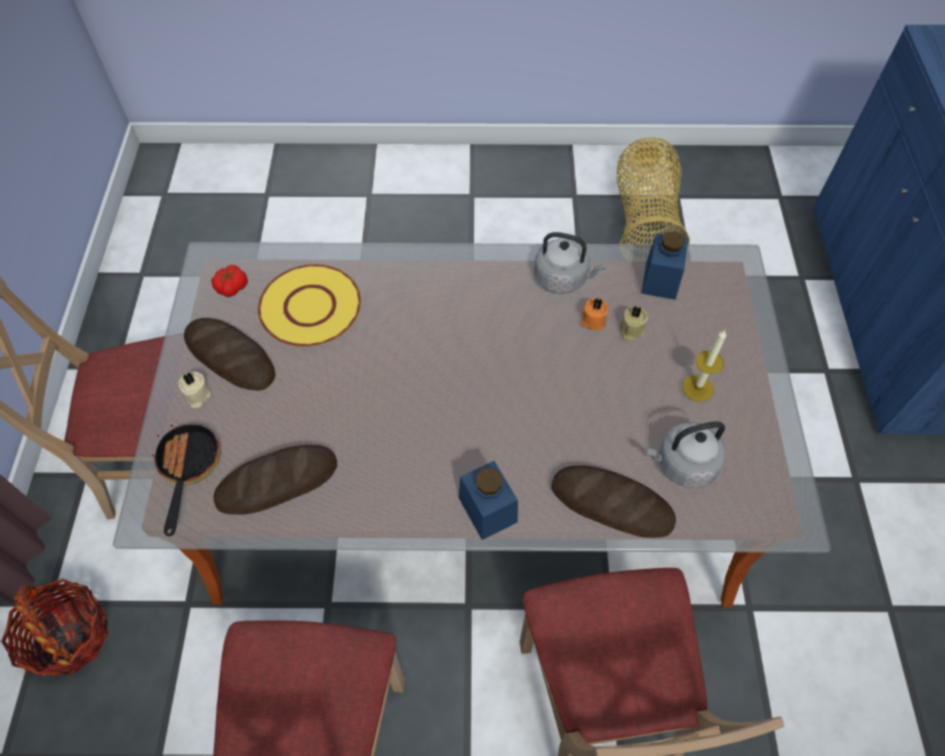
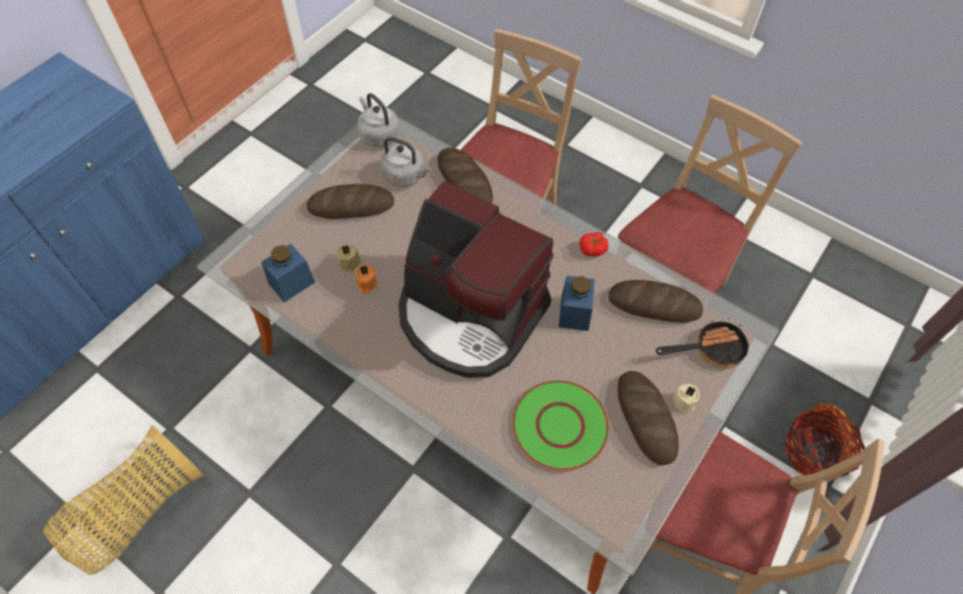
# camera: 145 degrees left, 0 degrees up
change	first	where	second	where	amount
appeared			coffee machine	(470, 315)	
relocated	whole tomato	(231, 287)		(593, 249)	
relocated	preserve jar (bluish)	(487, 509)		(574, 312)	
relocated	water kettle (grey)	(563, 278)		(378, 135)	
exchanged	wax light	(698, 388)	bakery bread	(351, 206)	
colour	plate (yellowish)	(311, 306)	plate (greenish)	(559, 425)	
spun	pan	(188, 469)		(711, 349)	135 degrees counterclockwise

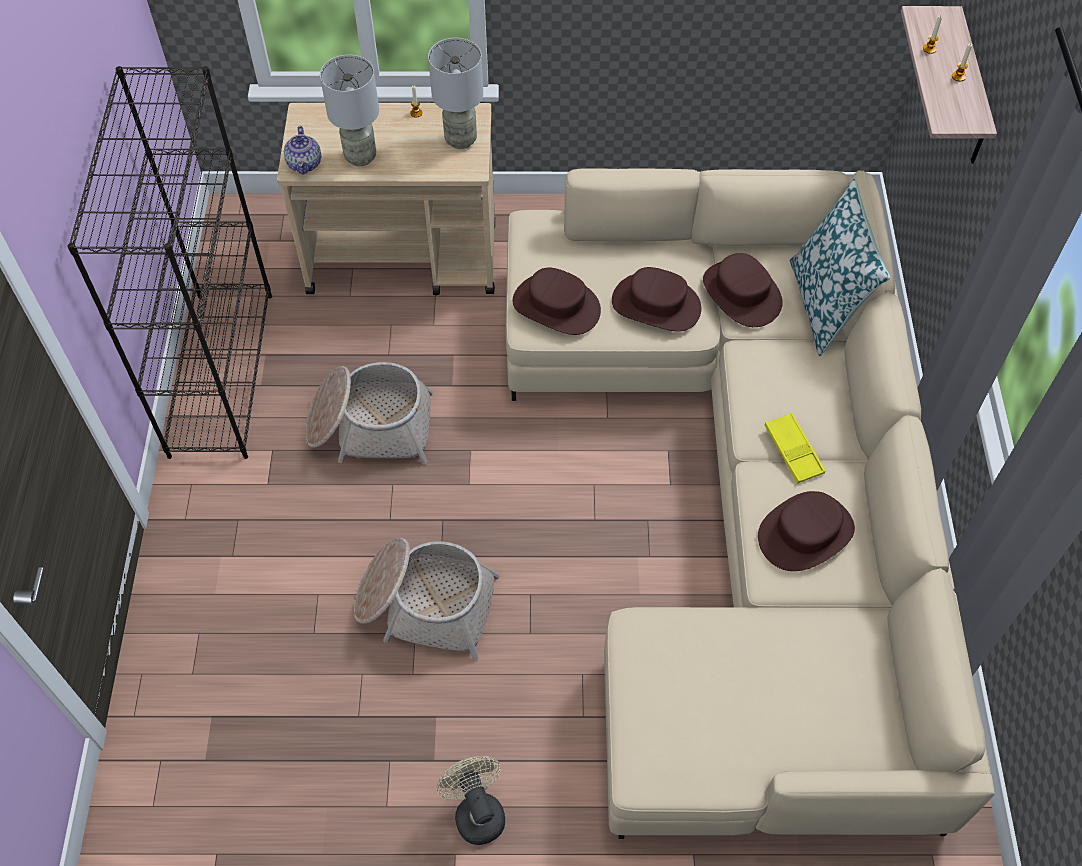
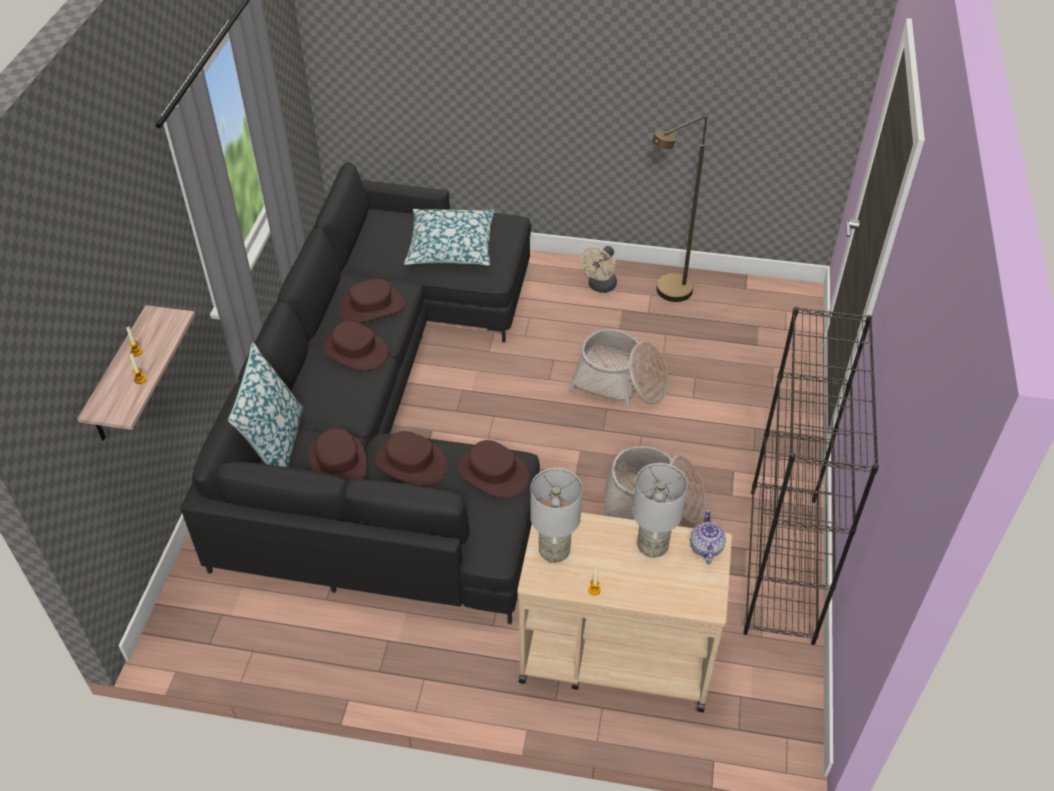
# camera: 170 degrees left, 10 degrees down
change	first	where	second	where	amount
appeared			throw pillow	(451, 247)	
appeared			standing lamp (brownish)	(667, 294)	
exchanged	tray (yellowish)	(793, 451)	clothing hat (brownish)	(355, 351)	
colour	couch (beige)	(739, 497)	couch (blackish)	(385, 416)	
spun	fan (beige)	(476, 811)		(600, 287)	45 degrees clockwise

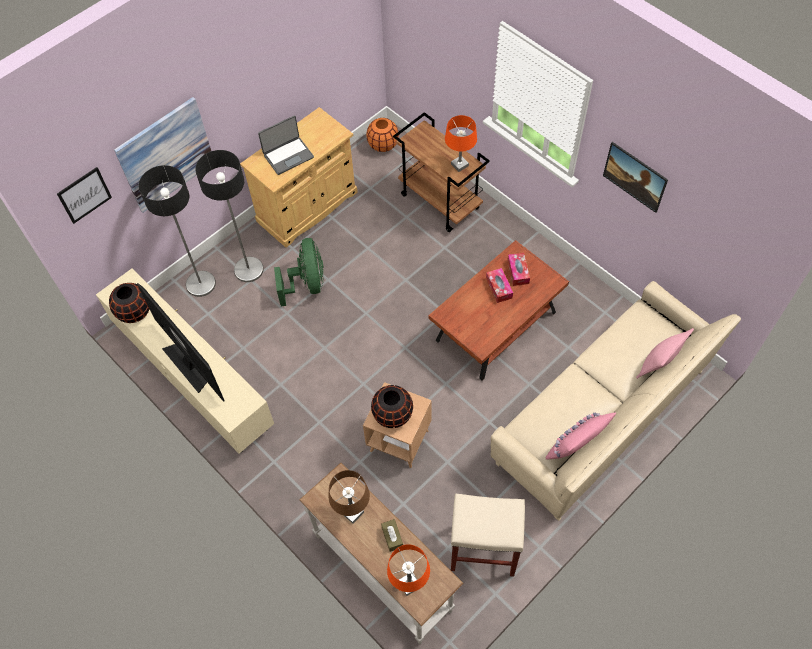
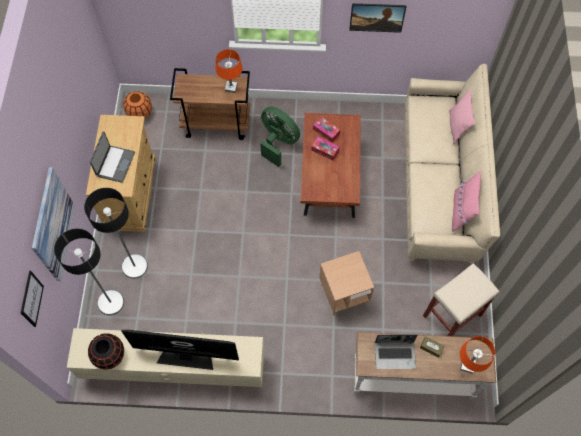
# camera: 45 degrees left, 5 degrees up
change	first	where	second	where	amount
missing	vase (blackish)	(392, 415)			
relocated	fan (greenish)	(307, 284)		(278, 142)	
exchanged	lamp for a table (brownish)	(353, 513)	portable computer	(395, 354)	

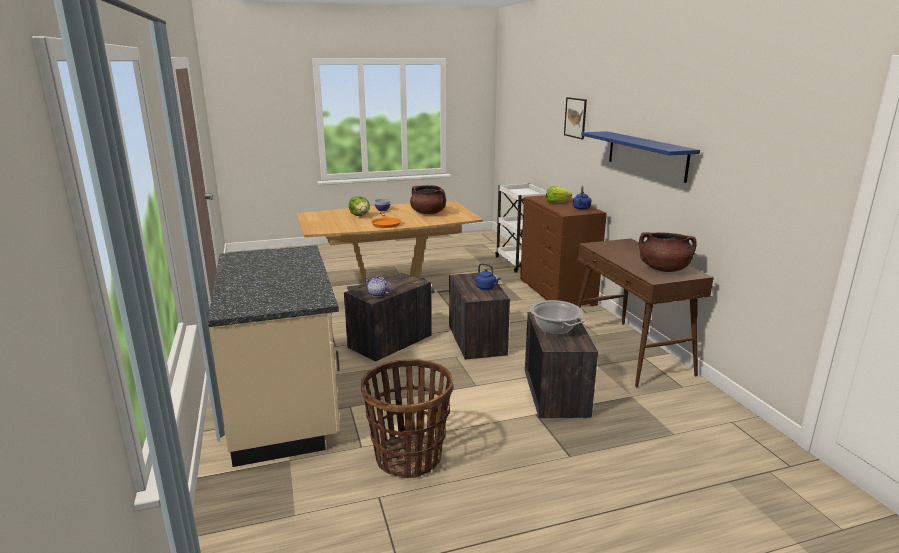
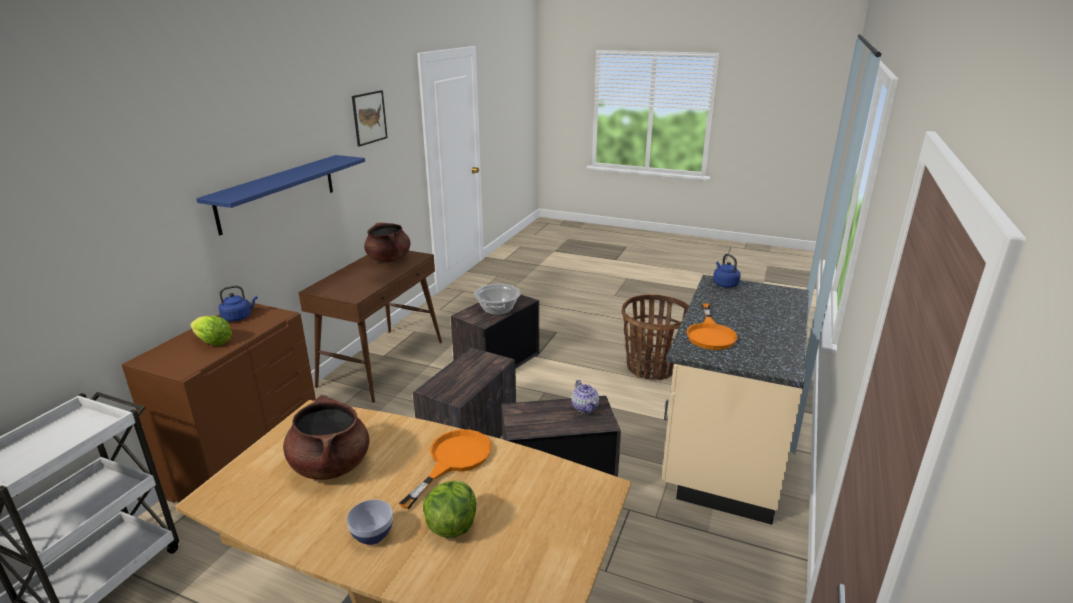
# camera: 140 degrees left, 5 degrees up
change	first	where	second	where	amount
appeared			pan (orange-coloured)	(710, 334)	
relocated	water kettle (bluish)	(486, 288)		(724, 284)	
relocated	wall picture	(575, 118)		(369, 117)	

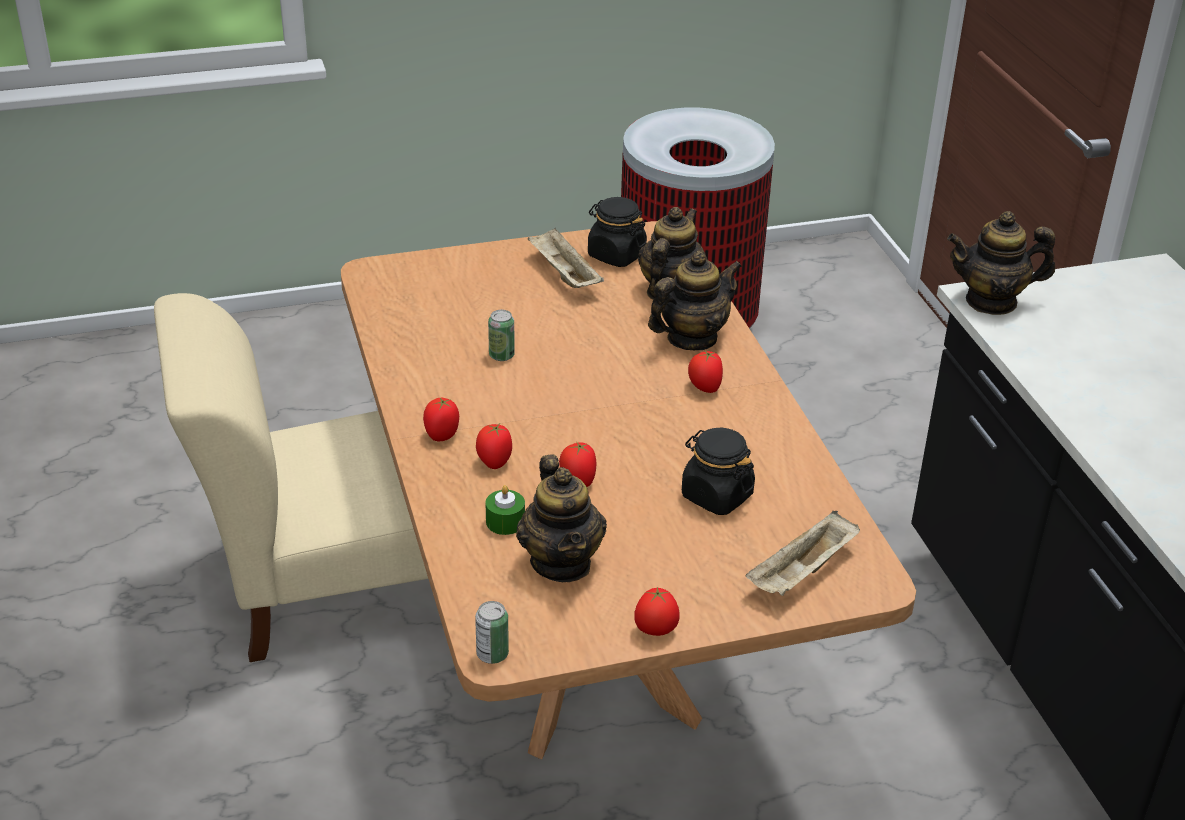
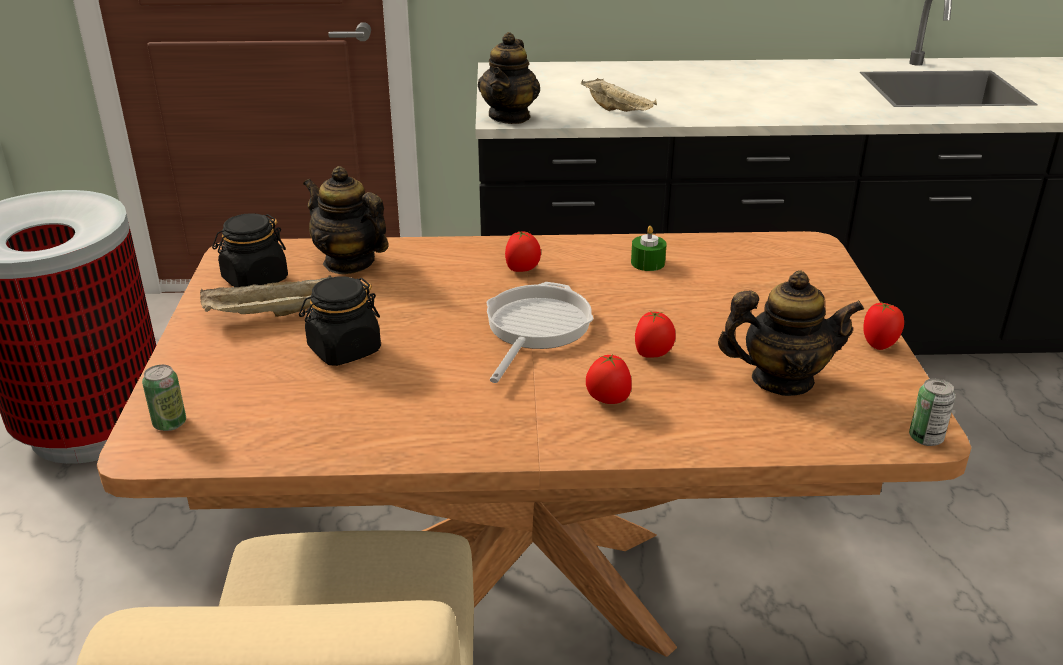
# camera: 75 degrees left, 5 degrees down
change	first	where	second	where	amount
missing	whole tomato	(442, 435)			
missing	tea pot	(691, 338)			
appeared			pan	(535, 328)	
relocated	wax light (greenish)	(505, 522)		(647, 263)	
relocated	sealed can	(501, 355)		(170, 423)	
relocated	preserve jar (blackish)	(716, 495)		(344, 350)	
relocated	tray (beige)	(802, 573)		(618, 111)	

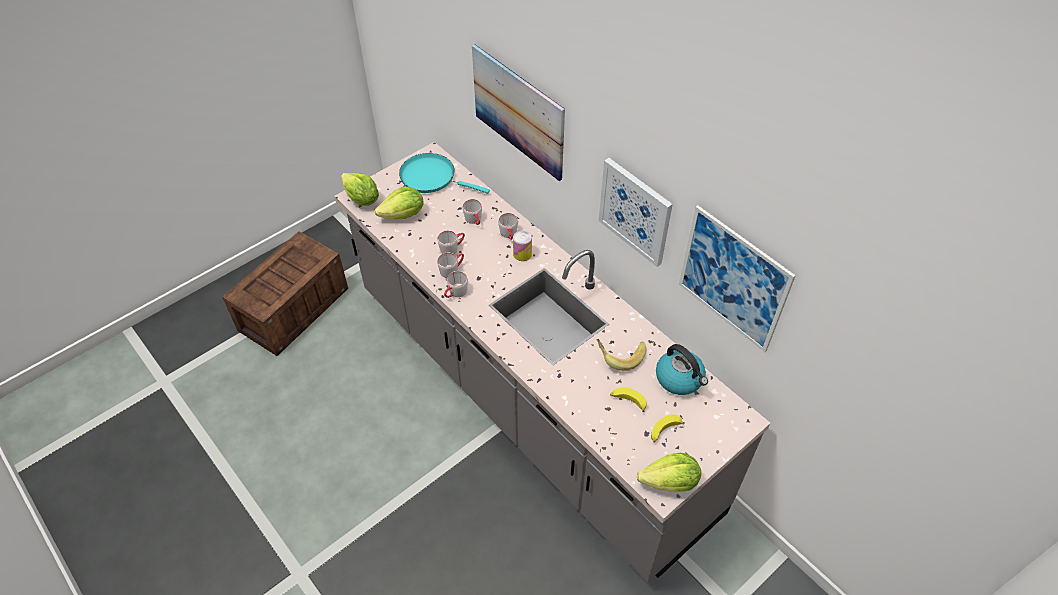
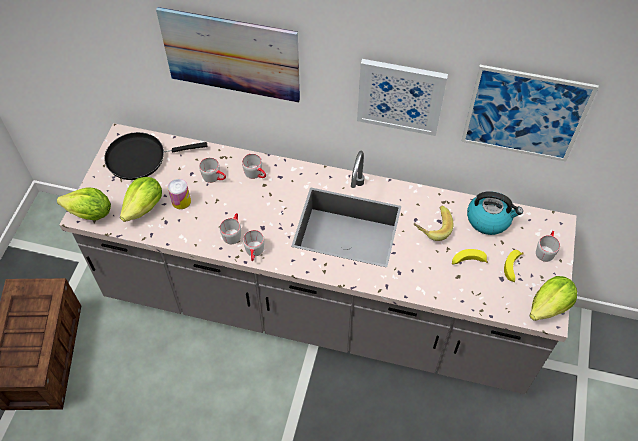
# camera: 35 degrees left, 5 degrees up
change	first	where	second	where	amount
relocated	coffee mug (grey)	(452, 247)		(545, 250)	
relocated	sealed can	(522, 254)		(181, 201)	
colour	pan (blue-green)	(432, 177)	pan (blackish)	(141, 158)	

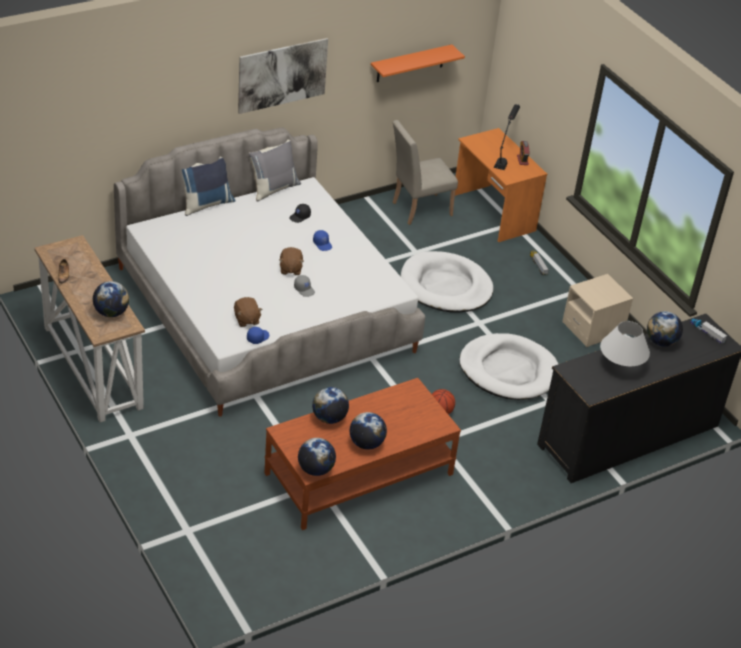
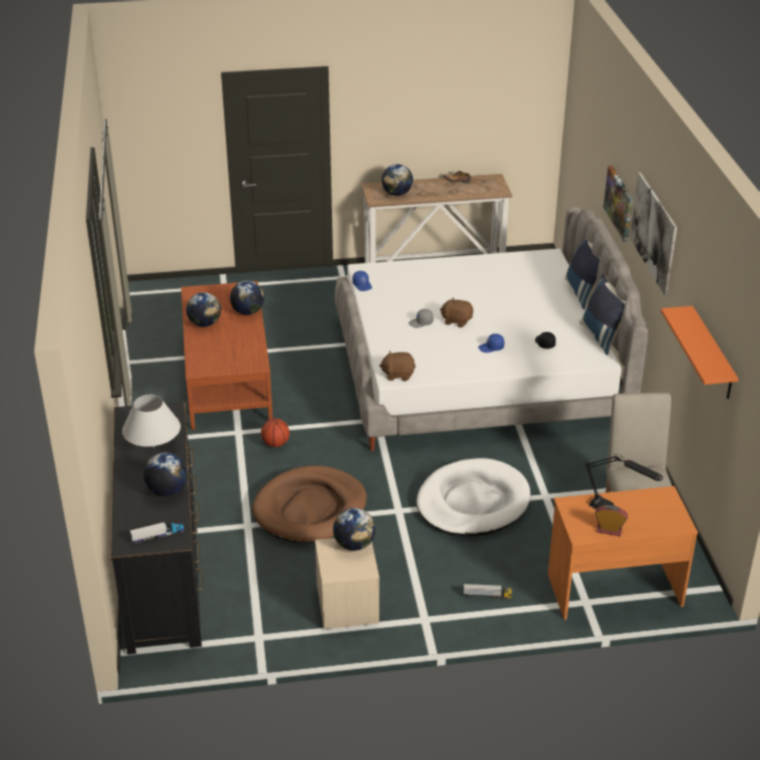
# camera: 115 degrees right, 5 degrees down
change	first	where	second	where	amount
appeared			wall picture	(619, 202)	
relocated	soft toy (brownish)	(246, 320)		(398, 374)	
relocated	world globe	(315, 469)		(354, 544)	
colour	throw pillow (grey)	(273, 188)	throw pillow (bluish)	(602, 336)	
colour	dog bed (white-coloured)	(508, 370)	dog bed (brownish)	(310, 509)	

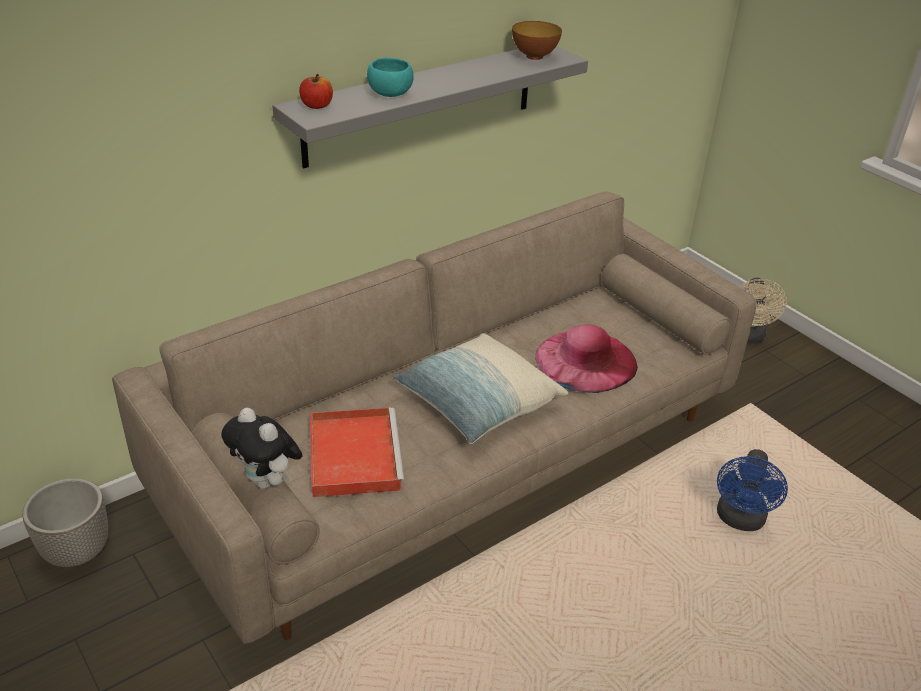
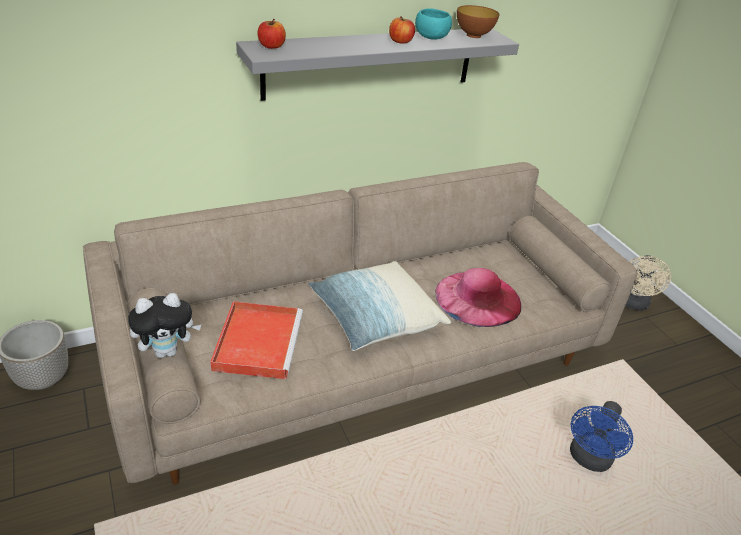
# camera: 10 degrees right, 0 degrees up
change	first	where	second	where	amount
appeared			whole apple	(400, 41)	
relocated	deep dish (blue-green)	(389, 94)		(430, 38)	
spun	soft toy	(267, 481)		(167, 351)	75 degrees counterclockwise

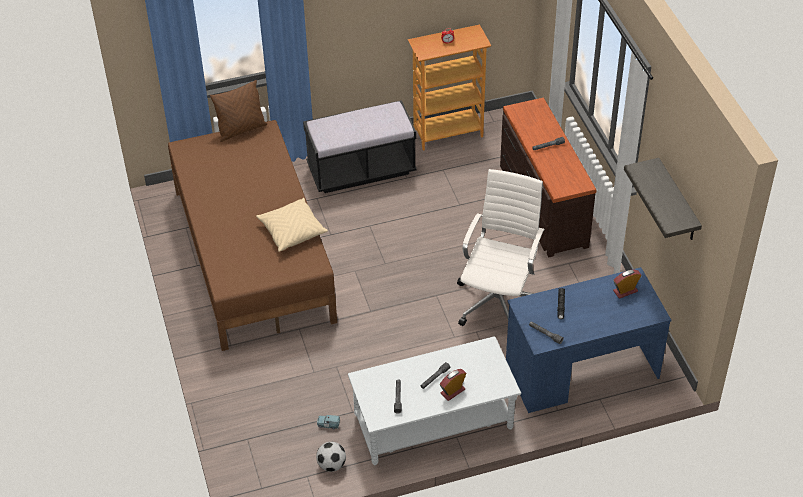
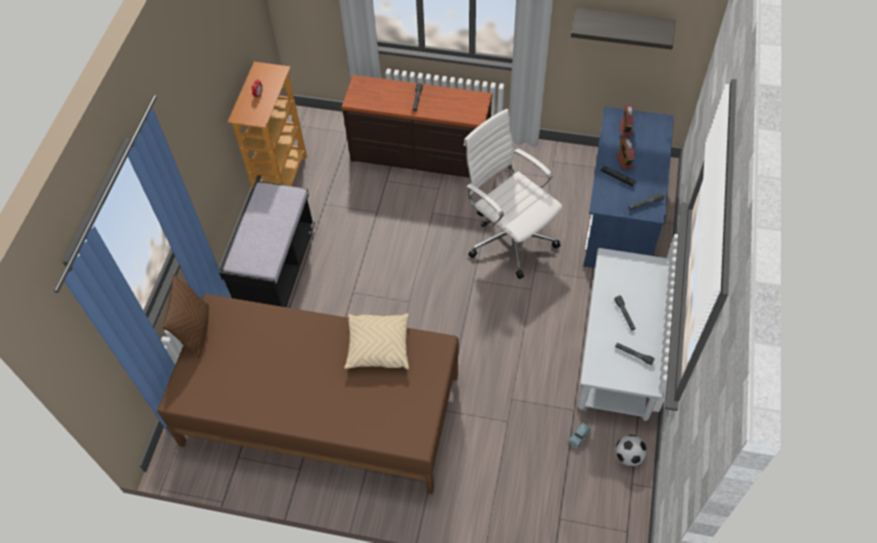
# camera: 60 degrees left, 10 degrees up
change	first	where	second	where	amount
relocated	alarm clock	(452, 391)		(624, 161)	

